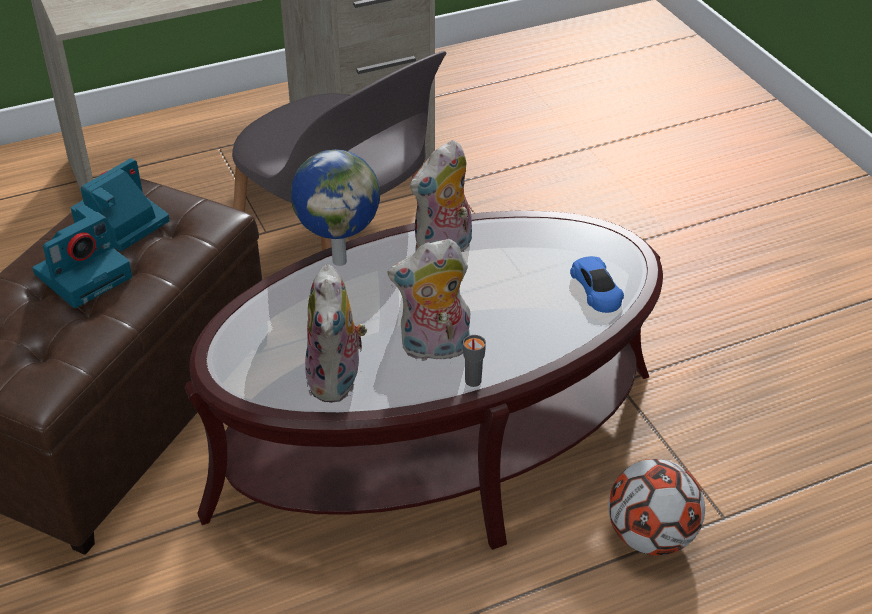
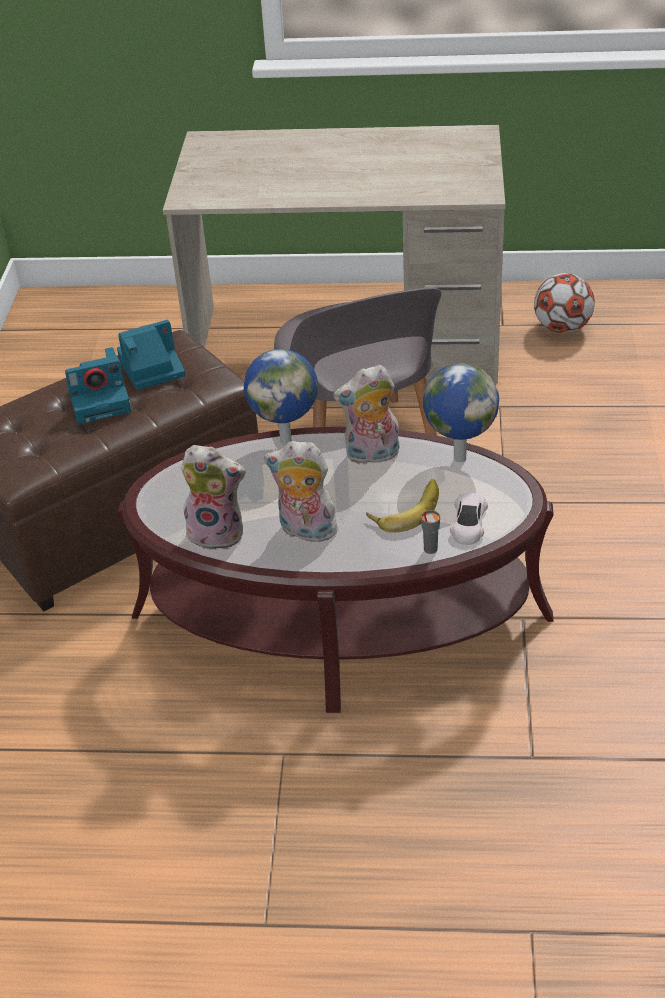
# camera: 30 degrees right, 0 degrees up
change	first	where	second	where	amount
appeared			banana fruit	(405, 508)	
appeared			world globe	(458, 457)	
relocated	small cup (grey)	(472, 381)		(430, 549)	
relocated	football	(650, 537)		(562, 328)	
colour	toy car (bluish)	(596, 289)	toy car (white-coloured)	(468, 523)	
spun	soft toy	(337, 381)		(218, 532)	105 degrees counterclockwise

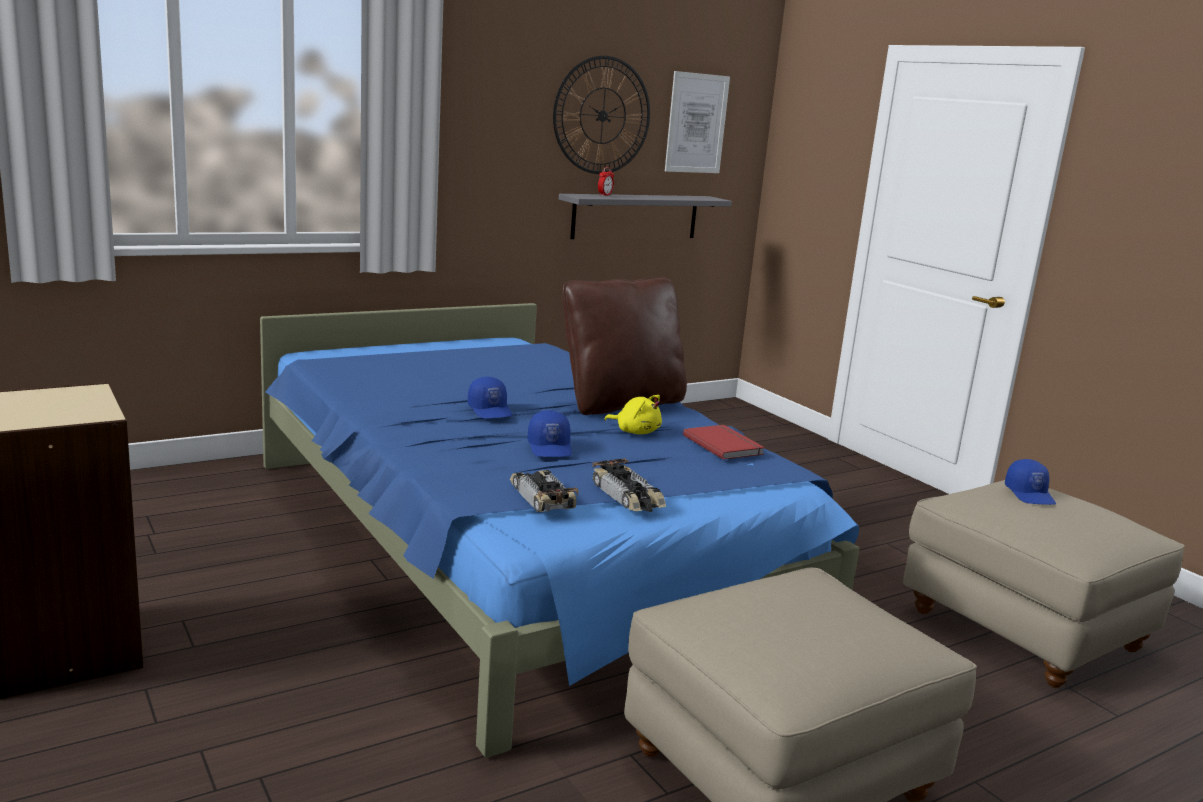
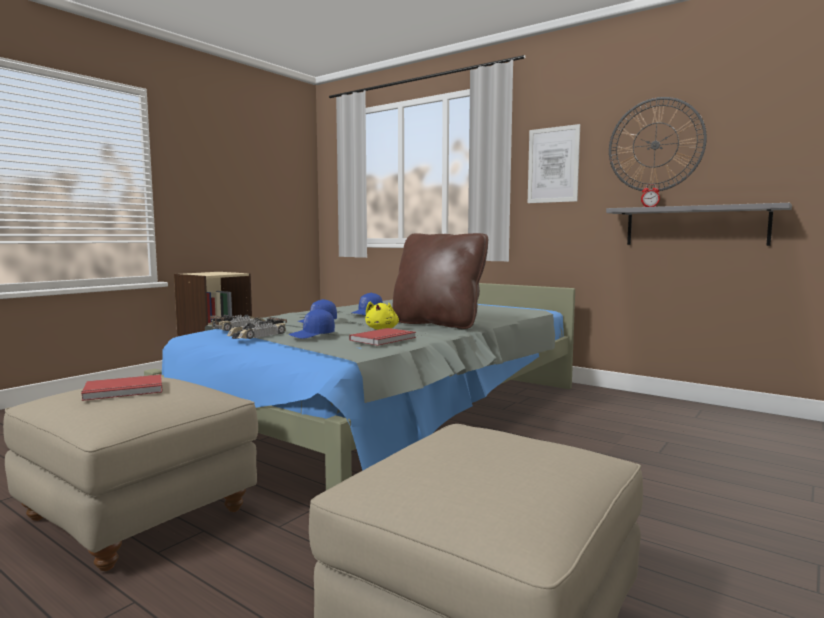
# camera: 70 degrees right, 10 degrees down
change	first	where	second	where	amount
appeared			volume (reddish)	(124, 391)	
relocated	wall picture	(696, 123)		(553, 165)	
relocated	baseball cap (bluish)	(1030, 495)		(312, 335)	
colour	sleeping bed (bluish)	(515, 546)	sleeping bed (grey)	(390, 412)	

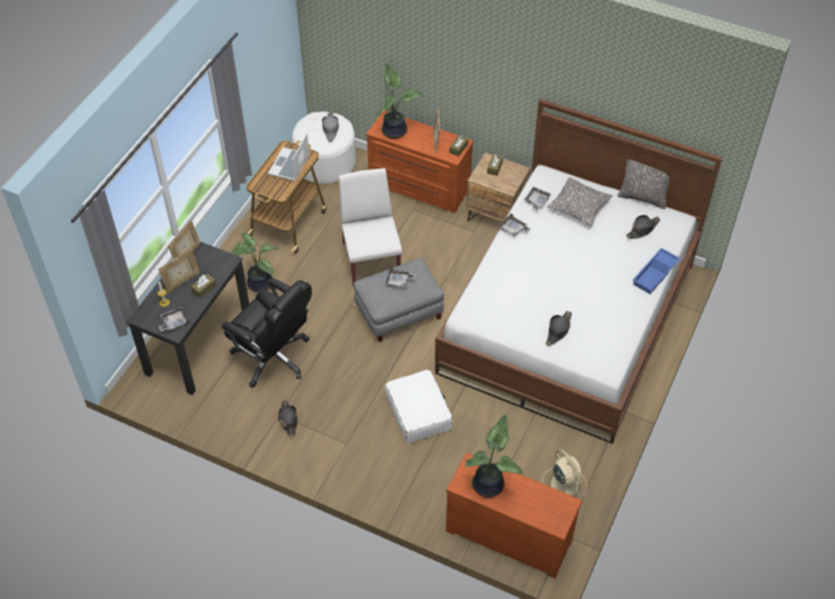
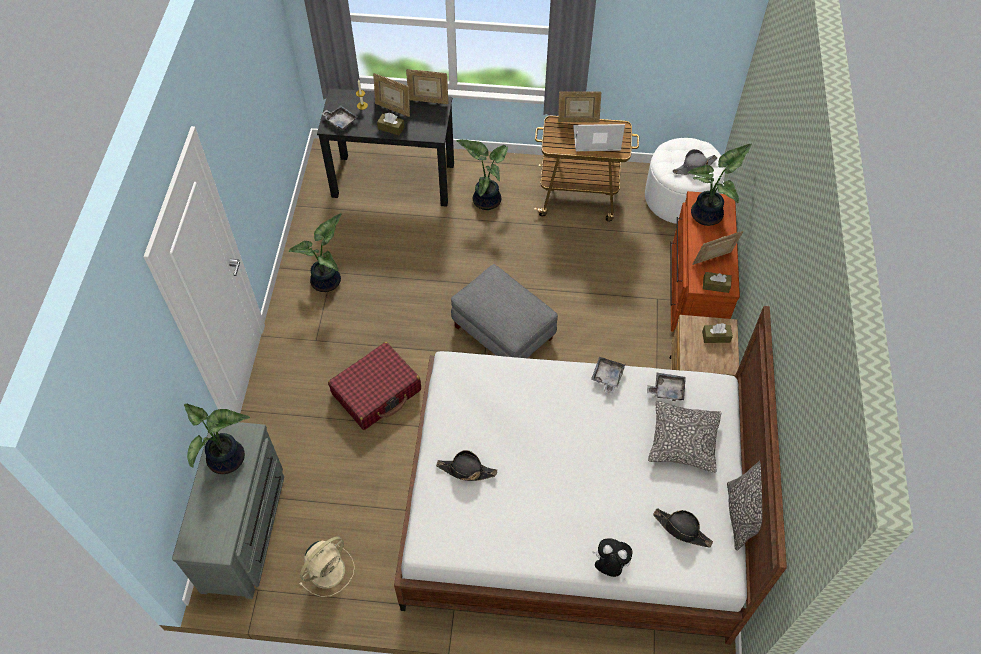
# camera: 70 degrees right, 5 degrees up
change	first	where	second	where	amount
missing	computer chair (blackish)	(273, 357)			
missing	chair (white-coloured)	(371, 260)			
missing	tray (grey)	(399, 281)			
appeared			standing frame	(578, 120)	
exchanged	clothing hat (blackish)	(288, 420)	potted plant	(328, 281)	
exchanged	tray (bluish)	(655, 274)	soft toy	(609, 565)	
colour	travel case (white-coloured)	(418, 412)	travel case (reddish)	(377, 392)	
colour	dresser (brownish)	(509, 533)	dresser (grey)	(246, 529)	

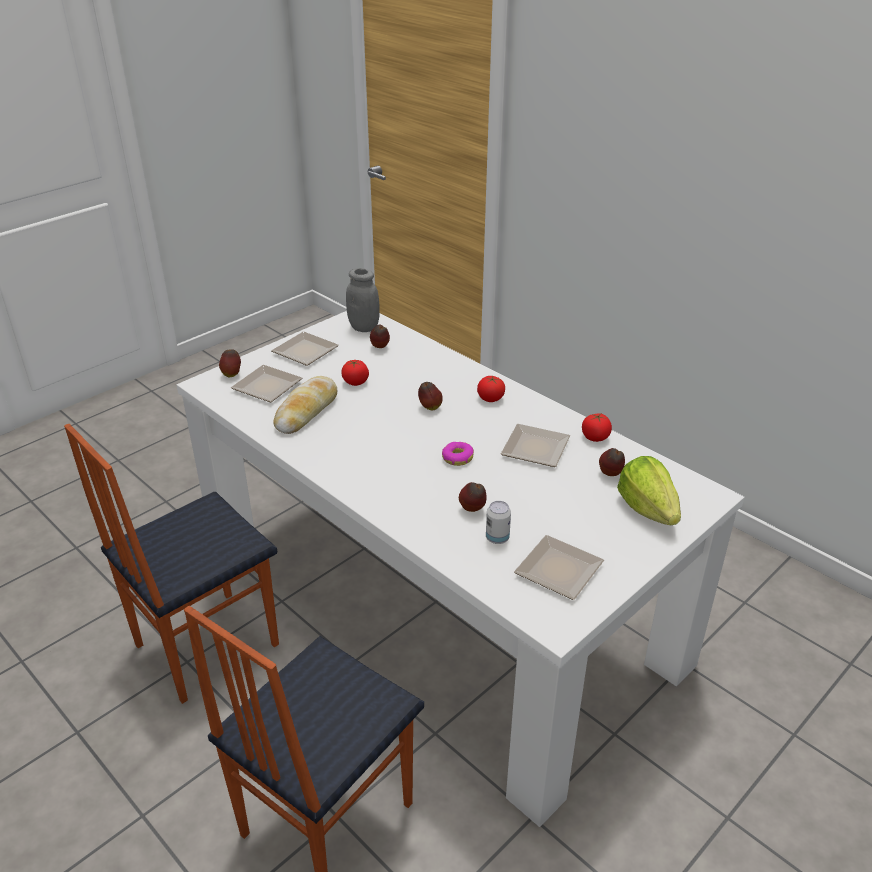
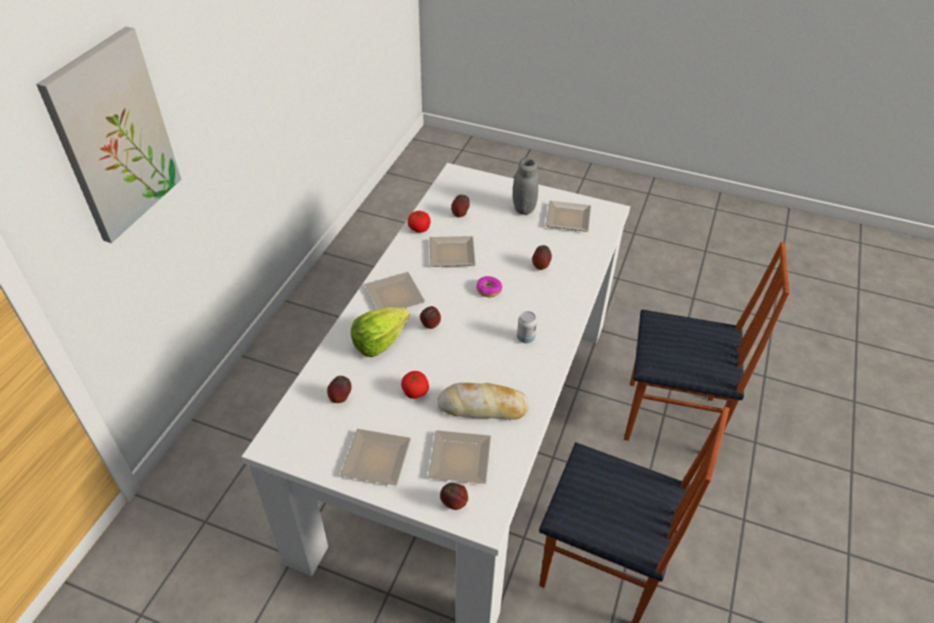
# camera: 115 degrees left, 10 degrees up
change	first	where	second	where	amount
appeared			wall picture	(113, 137)	
relocated	preserve jar (grey)	(364, 327)		(524, 208)	
relocated	sealed can	(497, 538)		(525, 338)	
relocated	head of lettuce	(648, 509)		(379, 342)	
exchanged	whole tomato	(490, 398)	plate	(395, 294)	

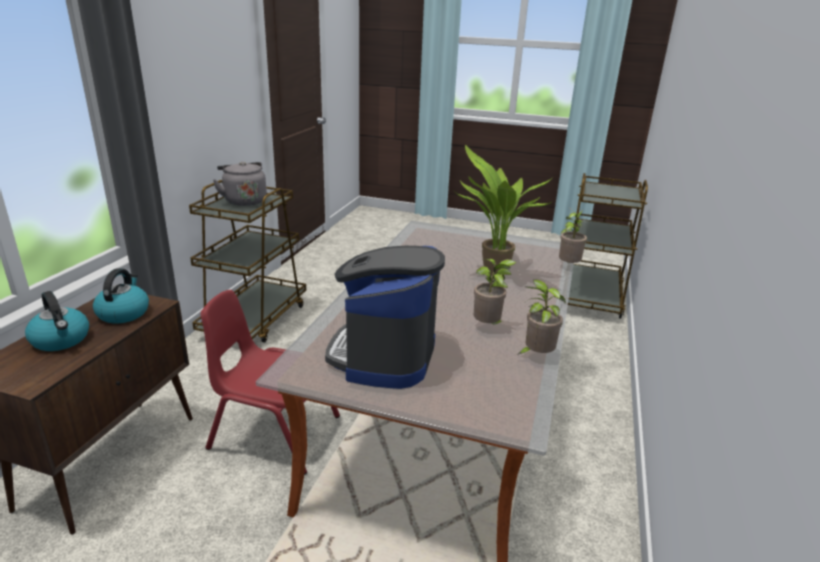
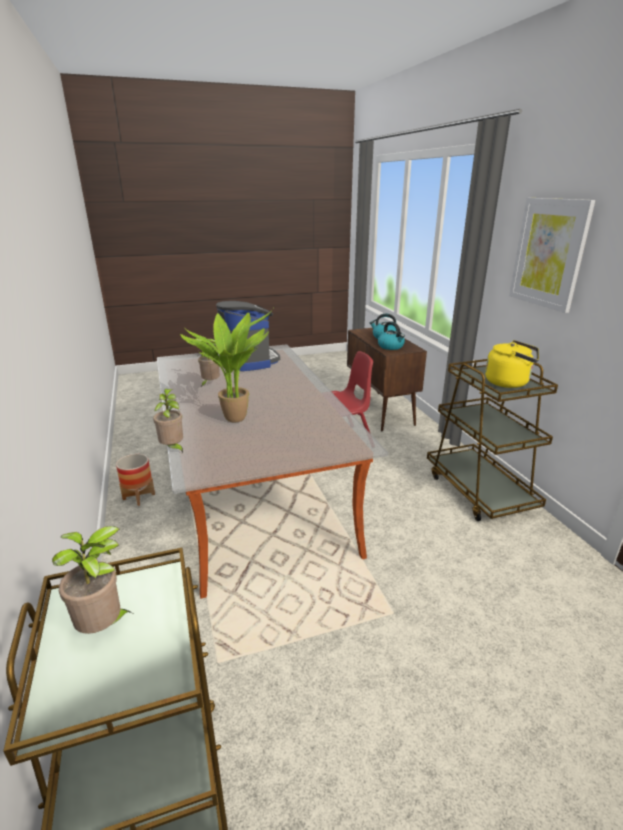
# camera: 145 degrees right, 0 degrees up
change	first	where	second	where	amount
appeared			plant pot	(139, 496)	
appeared			wall picture	(549, 253)	
relocated	potted plant	(536, 355)		(104, 627)	
colour	water kettle (grey)	(244, 201)	water kettle (yellowish)	(509, 382)	

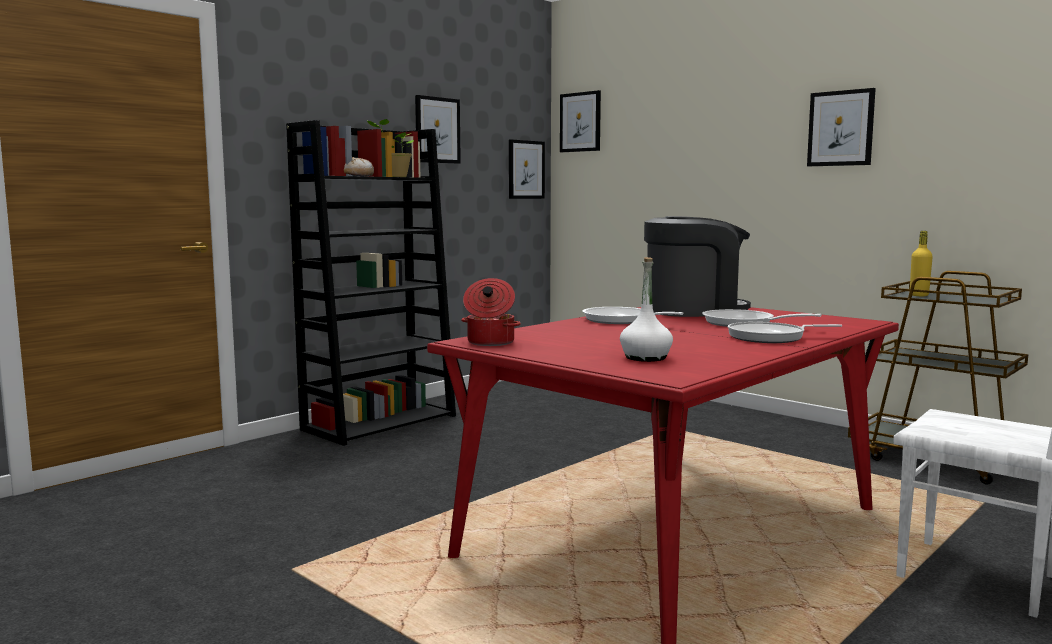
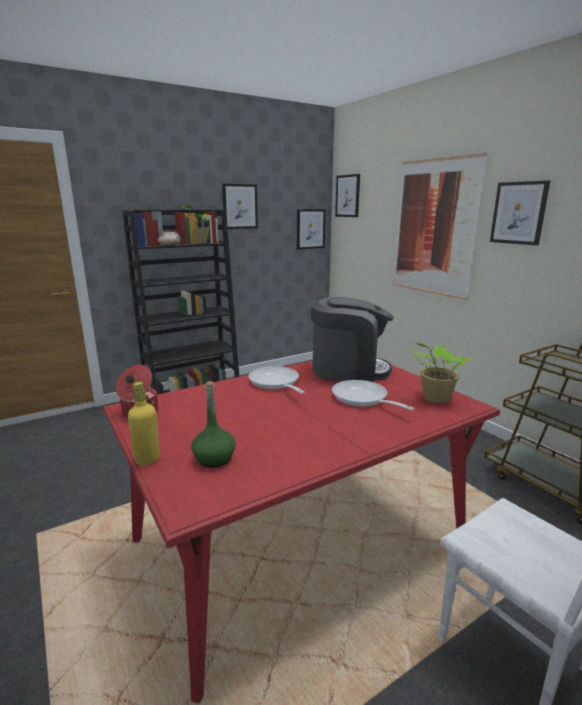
# camera: 15 degrees right, 10 degrees up
change	first	where	second	where	amount
missing	pan	(771, 337)			
appeared			wall picture	(434, 227)	
appeared			potted plant	(434, 398)	
relocated	beverage bottle (yellowish)	(919, 295)		(147, 459)	
colour	beverage bottle (white-coloured)	(646, 358)	beverage bottle (greenish)	(214, 459)	

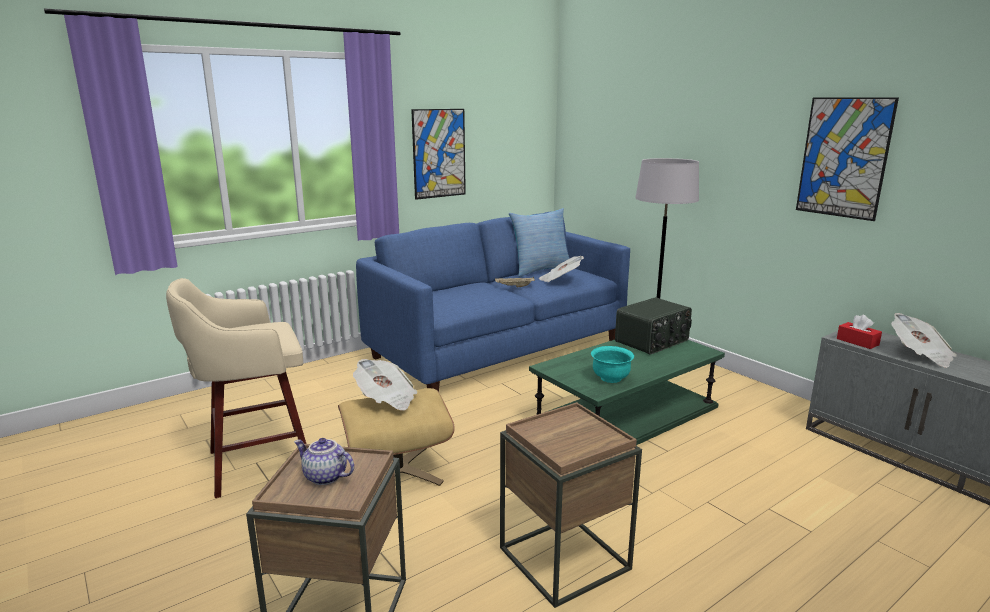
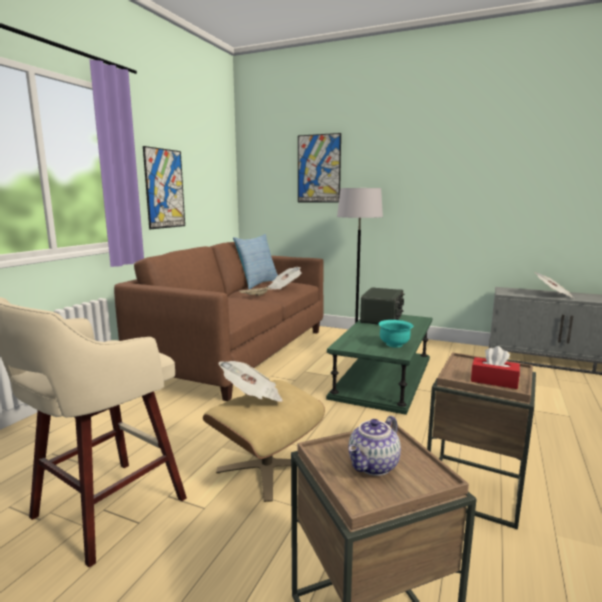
# camera: 30 degrees left, 5 degrees down
change	first	where	second	where	amount
relocated	wall picture	(843, 158)		(319, 169)	
relocated	tissue box (reddish)	(857, 342)		(494, 381)	
colour	couch (bluish)	(498, 349)	couch (brownish)	(239, 353)	
spun	tea pot	(324, 477)		(374, 466)	45 degrees counterclockwise

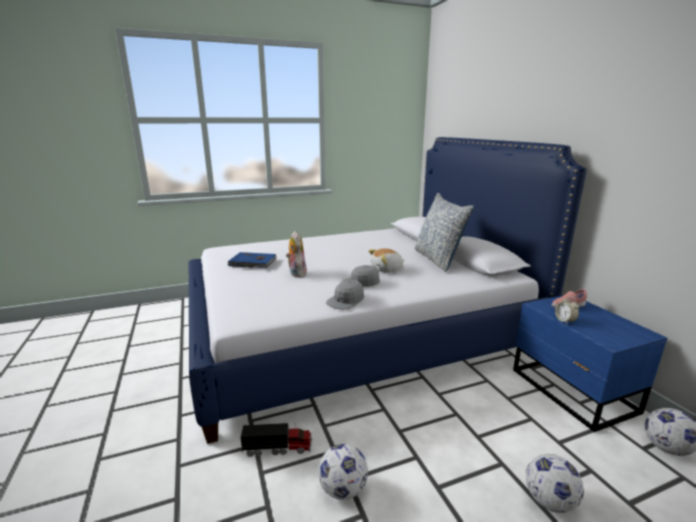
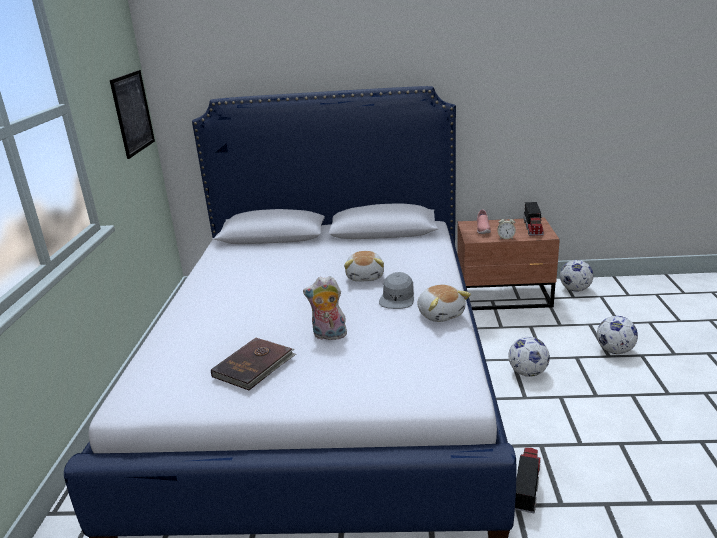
# camera: 65 degrees left, 5 degrees up
change	first	where	second	where	amount
missing	throw pillow	(438, 259)			
appeared			wall picture	(133, 113)	
appeared			toy lorry	(533, 227)	
relocated	football	(343, 489)		(528, 373)	
exchanged	baseball cap (grey)	(346, 300)	soft toy	(441, 314)	
colour	volume (bluish)	(253, 262)	volume (brownish)	(255, 366)	
colour	night table (bluish)	(572, 392)	night table (brownish)	(505, 296)	

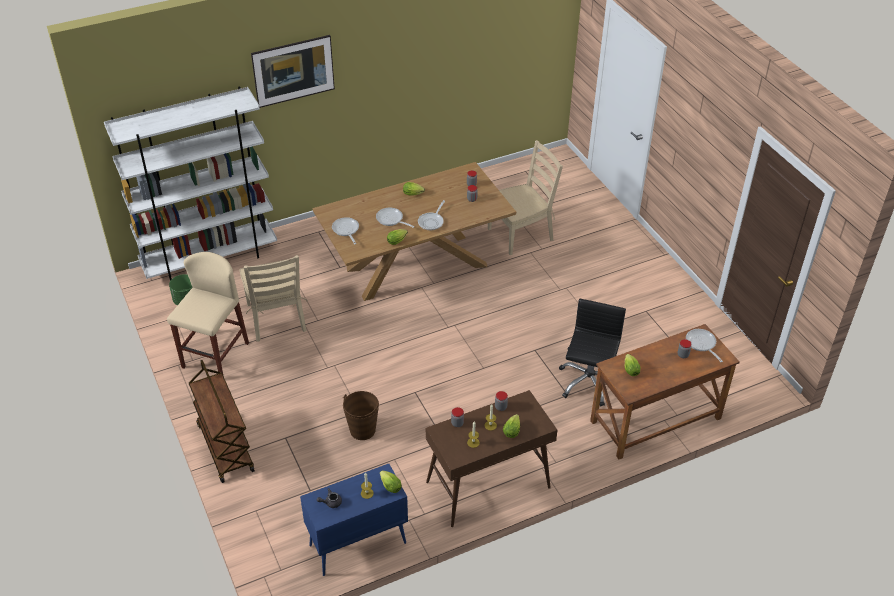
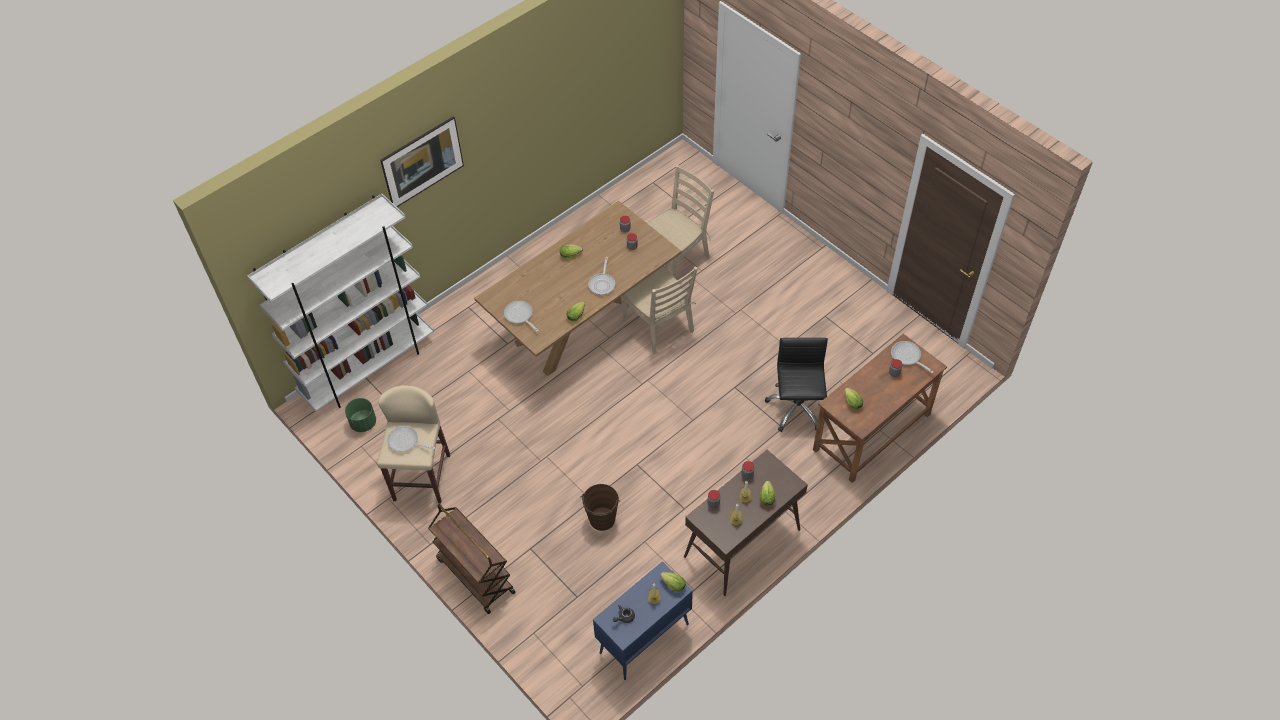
# camera: 15 degrees left, 10 degrees up
change	first	where	second	where	amount
relocated	chair (beige)	(276, 318)		(659, 325)	
relocated	pan	(391, 220)		(406, 442)	

